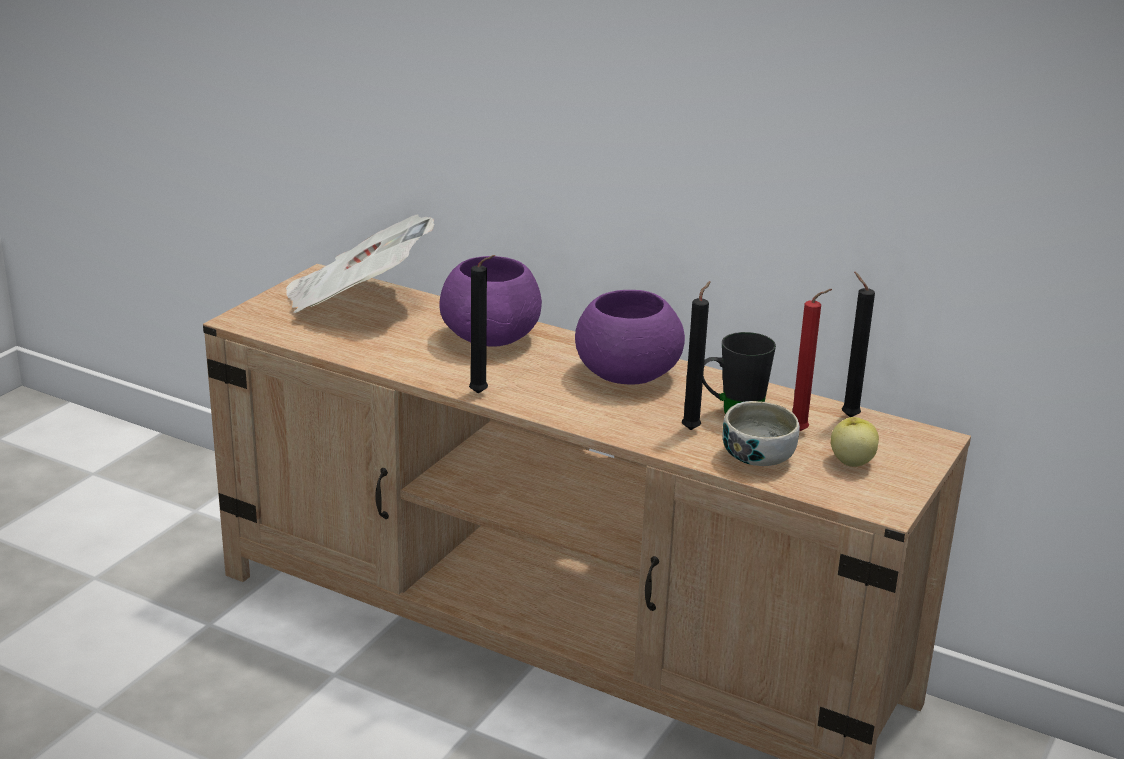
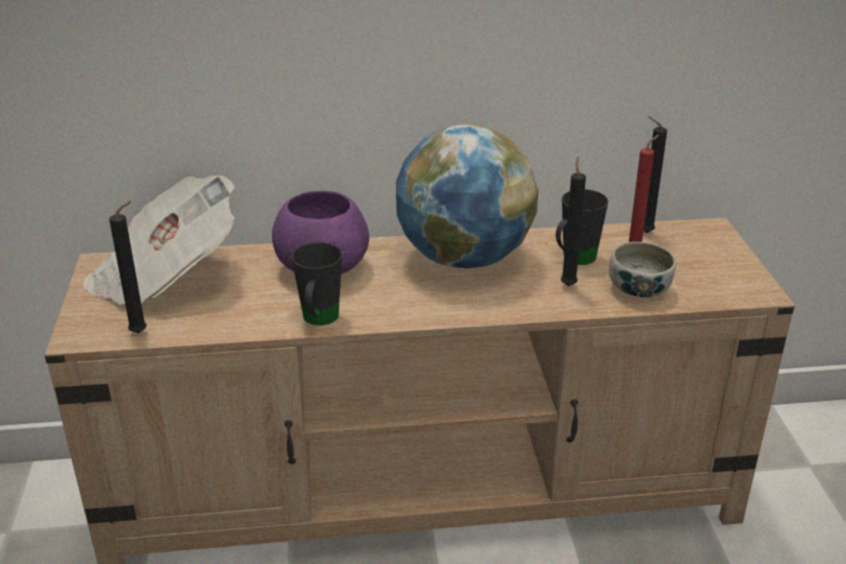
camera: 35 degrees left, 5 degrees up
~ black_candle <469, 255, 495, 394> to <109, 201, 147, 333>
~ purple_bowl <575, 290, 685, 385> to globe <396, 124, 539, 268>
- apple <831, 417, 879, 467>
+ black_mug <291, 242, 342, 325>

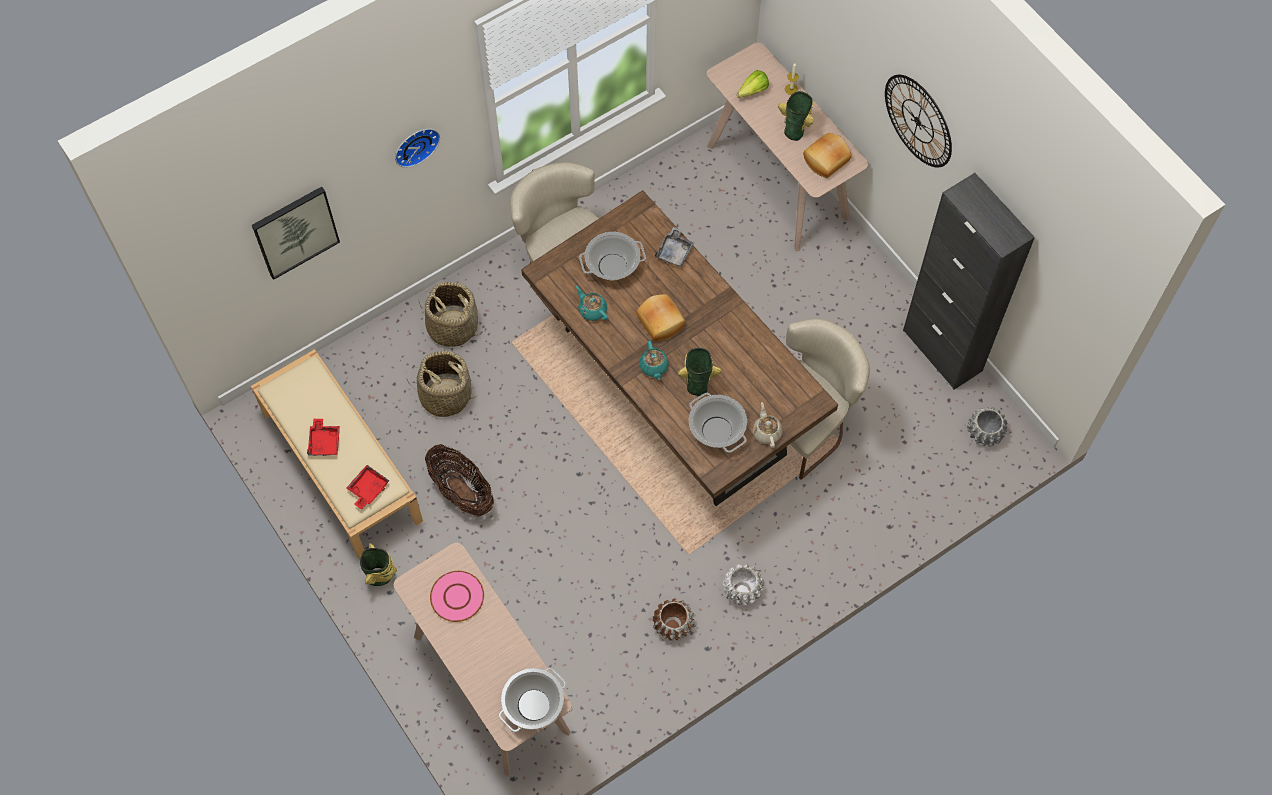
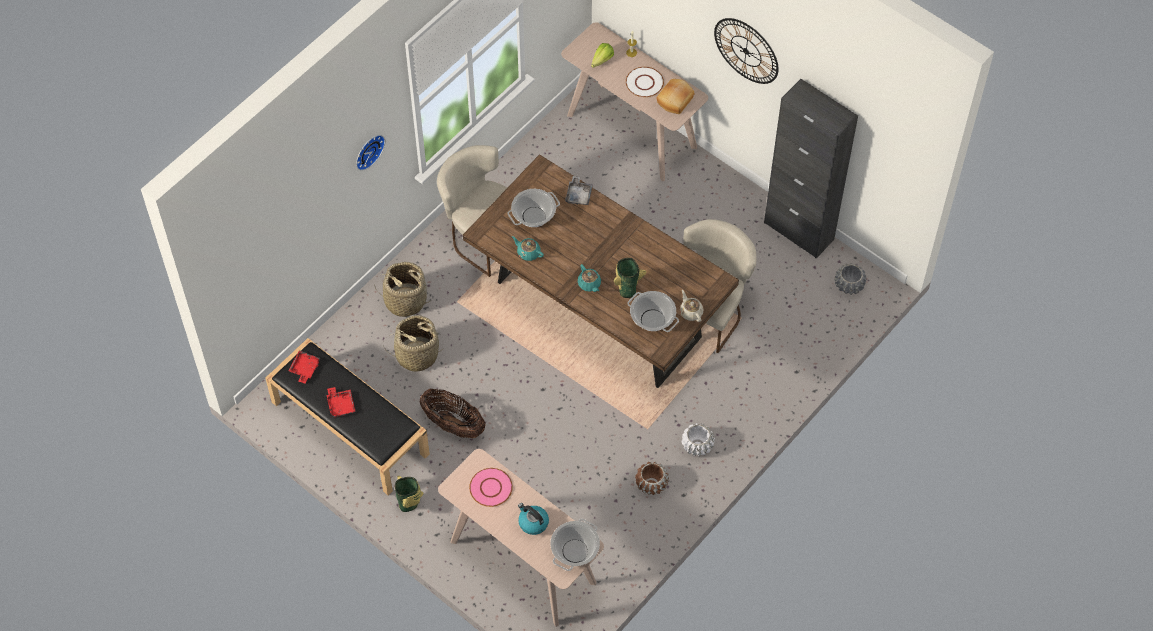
camera: 15 degrees left, 5 degrees down
~ beige_bench <251, 349, 423, 560> to black_bench <265, 338, 430, 495>
- picture <252, 187, 340, 280>
~ red_tray <346, 465, 390, 510> to <288, 351, 320, 383>
- bread <636, 294, 686, 342>
~ vase <778, 91, 814, 141> to white_plate <626, 67, 664, 97>
+ kettle <518, 503, 549, 535>

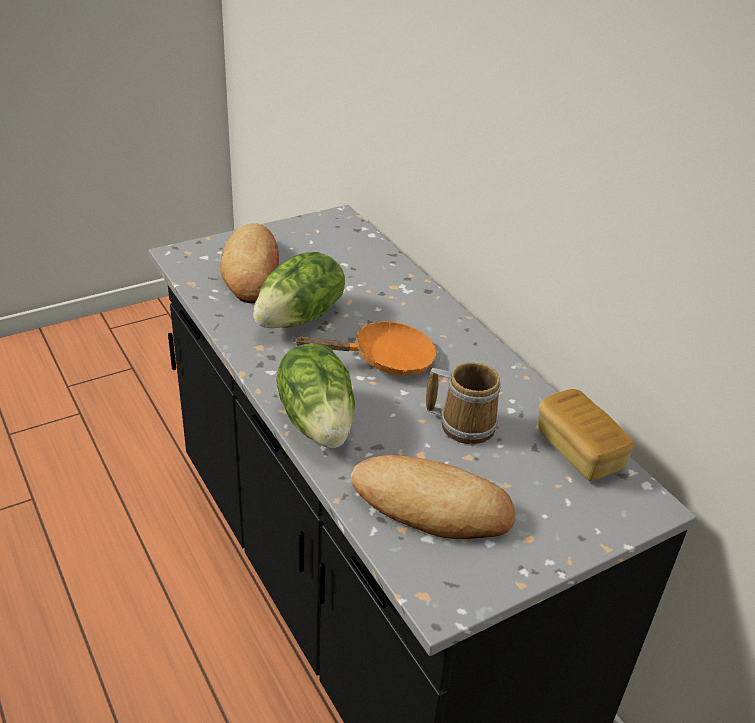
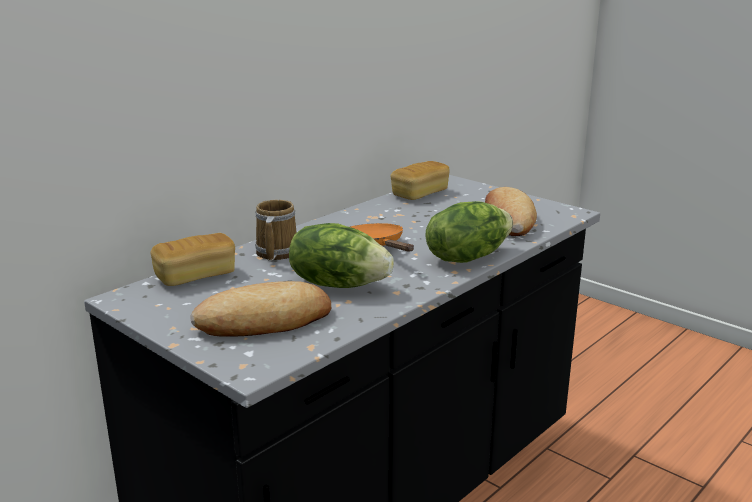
camera: 105 degrees left, 15 degrees down
~ mug <426, 362, 501, 444> to <255, 200, 297, 261>
+ bread <151, 233, 235, 286>

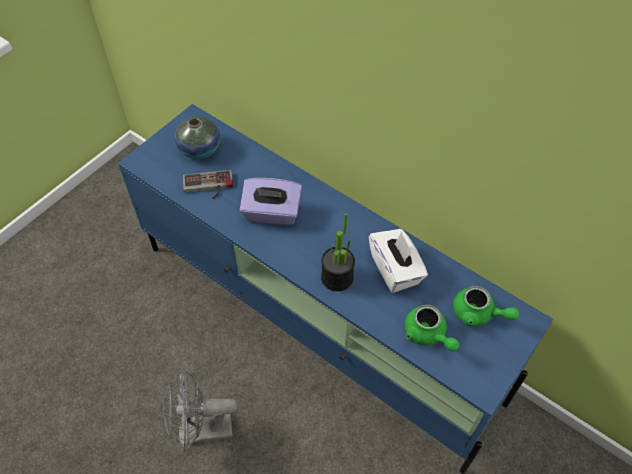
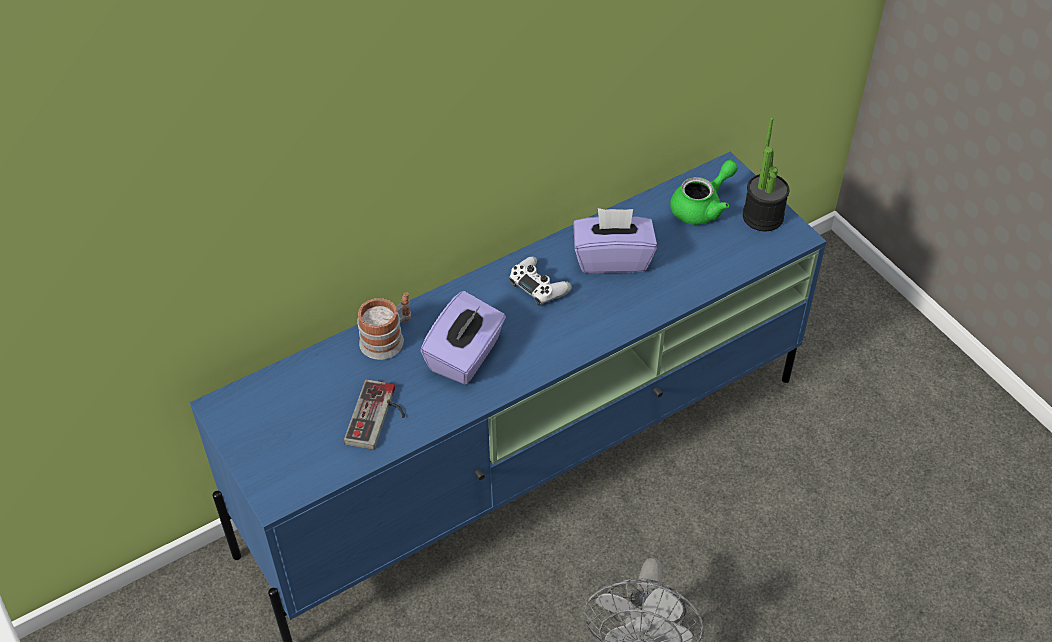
camera: 70 degrees left, 5 degrees down
- vase <174, 117, 220, 159>
~ potted_plant <321, 213, 355, 291> to <743, 118, 789, 231>
~ white_tissue_box <369, 229, 428, 293> to purple_tissue_box <573, 208, 657, 273>
- green_teapot <404, 305, 460, 352>
+ mug <357, 292, 411, 360>
+ white_game_controller <509, 256, 572, 306>

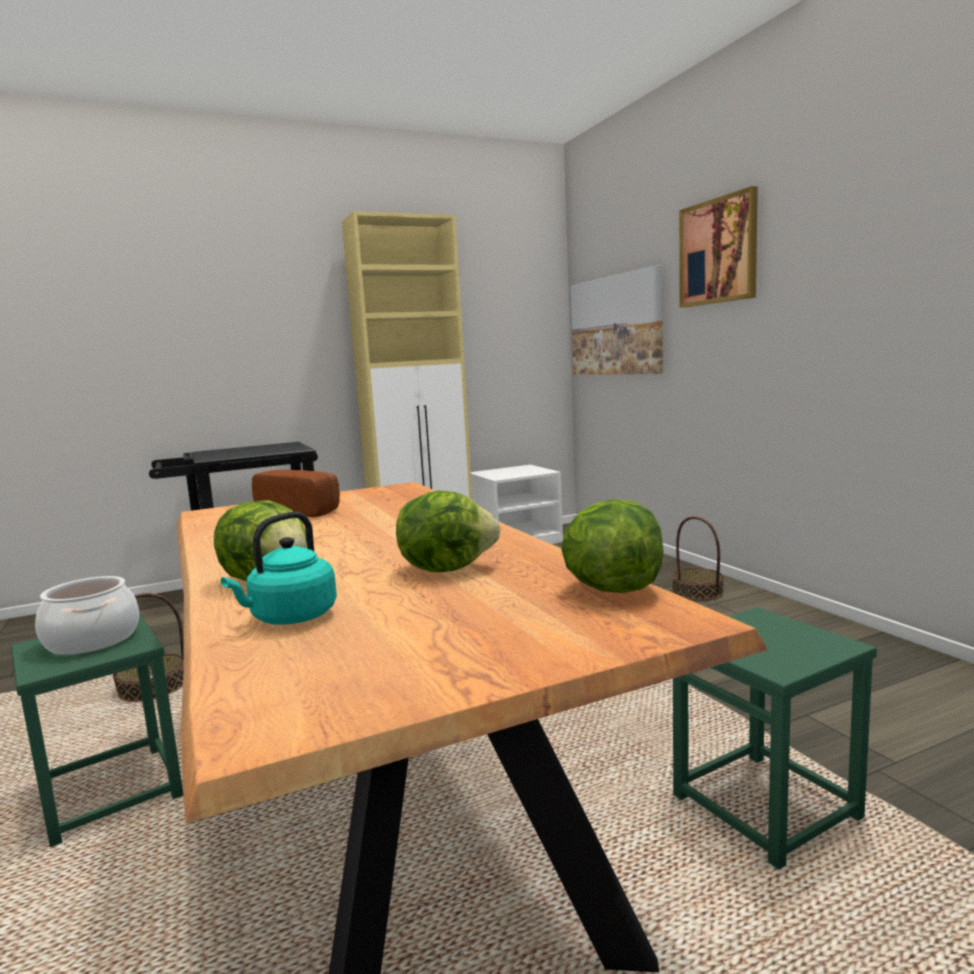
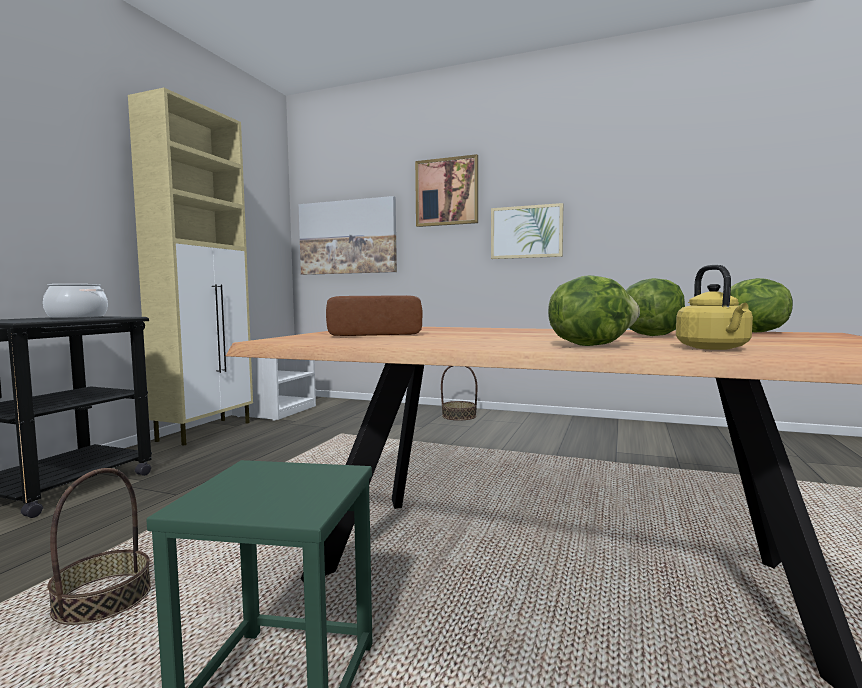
camera: 45 degrees left, 5 degrees down
~ cooking_pot <35, 576, 139, 655> to <43, 284, 108, 318>
~ turquoise_kettle <221, 512, 337, 625> to yellow_kettle <676, 265, 753, 350>
- green_stool <673, 607, 877, 869>
+ picture <491, 203, 563, 259>

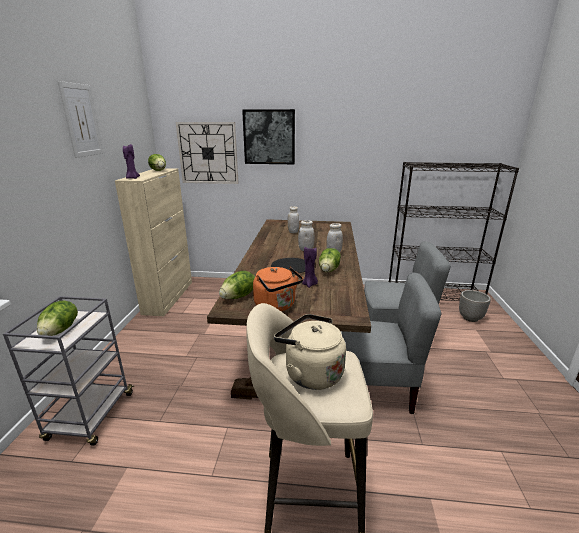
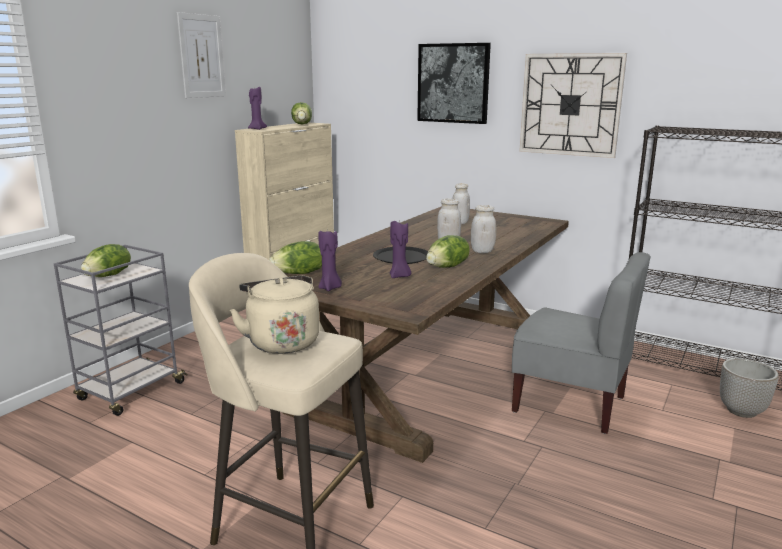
camera: 25 degrees right, 5 degrees down
~ wall_clock <176, 122, 239, 184> to <519, 53, 627, 158>
~ orange_kettle <253, 266, 303, 311> to purple_candle <318, 230, 342, 291>
- grey_chair <341, 273, 441, 414>

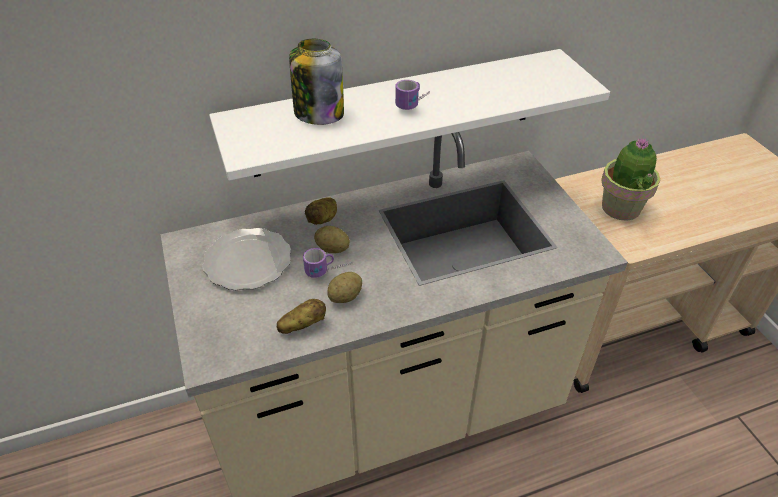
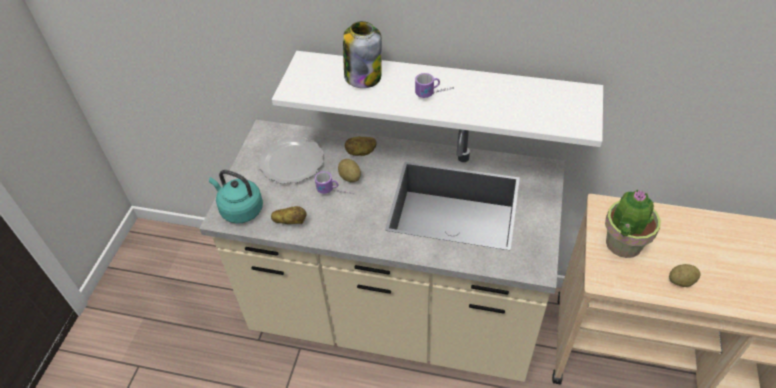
camera: 35 degrees right, 5 degrees up
~ potato <327, 272, 362, 303> to <669, 264, 701, 287>
+ turquoise_kettle <209, 170, 263, 223>

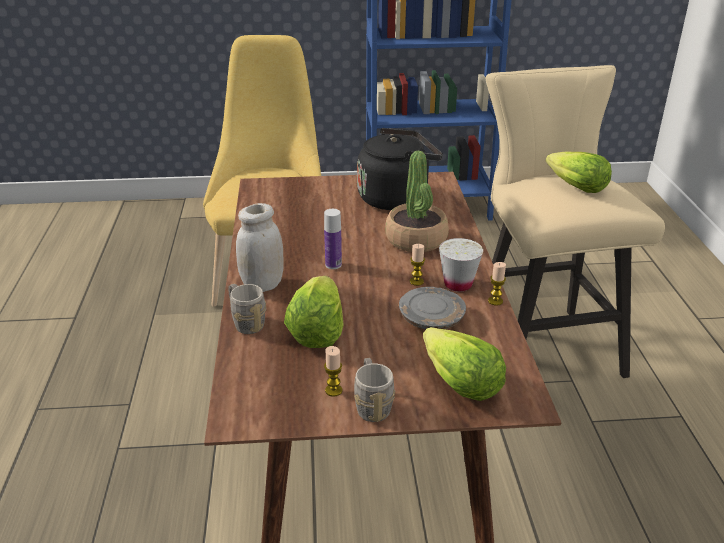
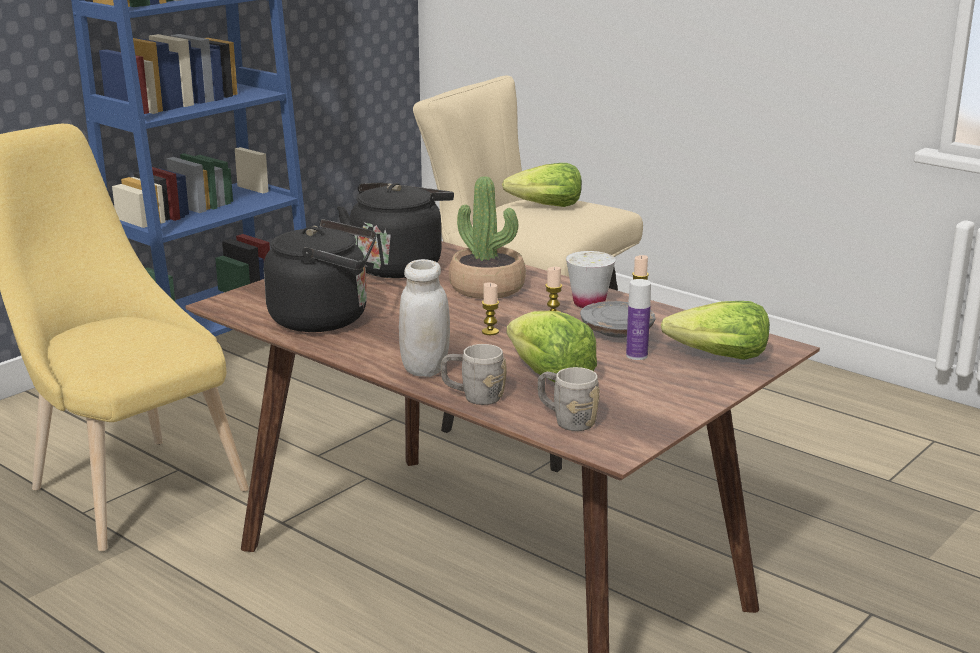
camera: 45 degrees left, 10 degrees down
~ bottle <324, 209, 342, 269> to <626, 279, 651, 360>
~ candle <324, 346, 343, 397> to <482, 283, 499, 335>
~ grey_mug <354, 358, 395, 422> to <537, 367, 600, 431>
+ black_kettle <264, 219, 376, 332>

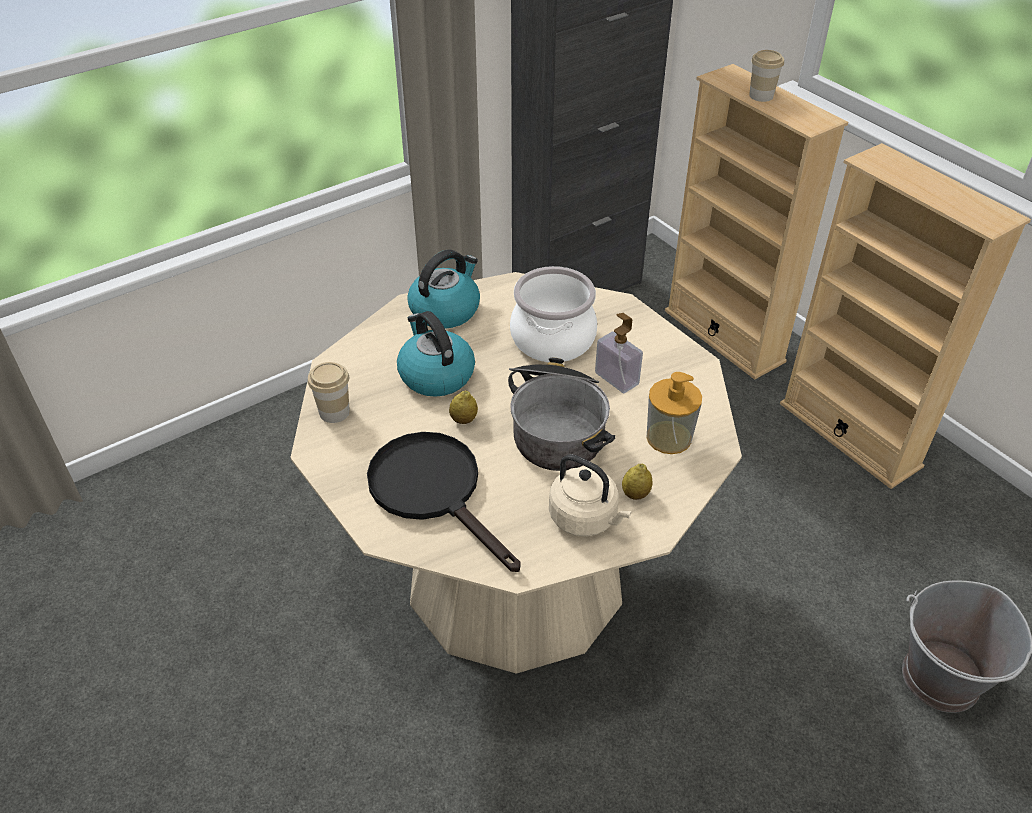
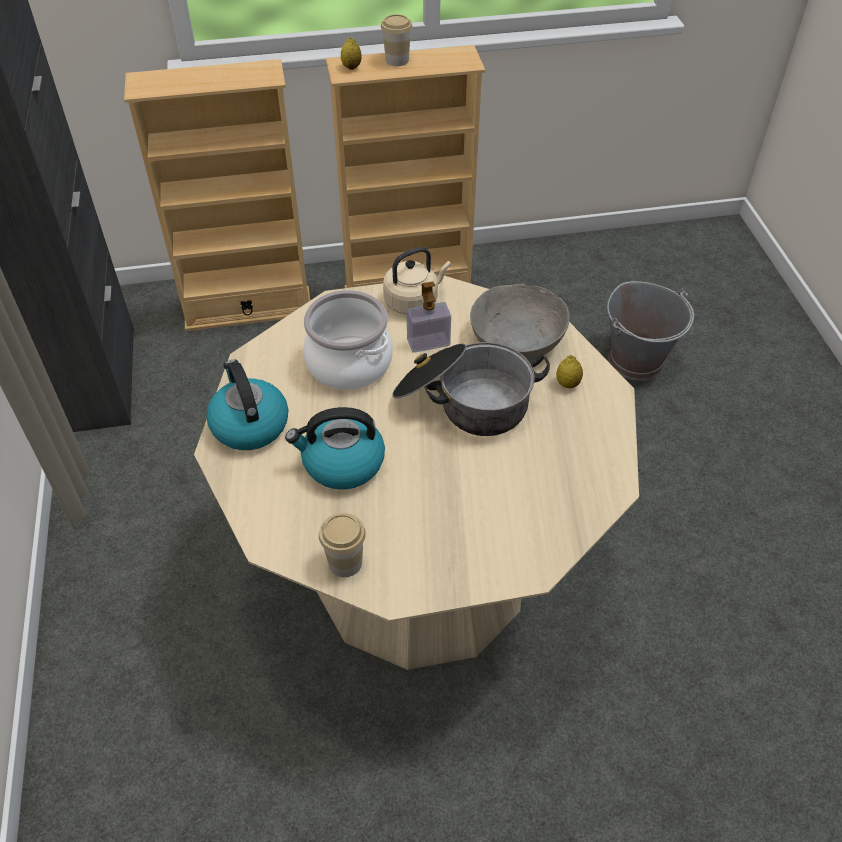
camera: 65 degrees left, 5 degrees up
- black_frying_pan <367, 432, 521, 572>
~ lemon <449, 391, 478, 424> to <341, 38, 362, 70>
~ beige_kettle <549, 454, 632, 537> to <383, 247, 451, 314>
~ soap_dispenser <646, 372, 702, 454> to grey_bowl <470, 284, 569, 360>
~ cup <749, 50, 784, 102> to <381, 14, 412, 66>

